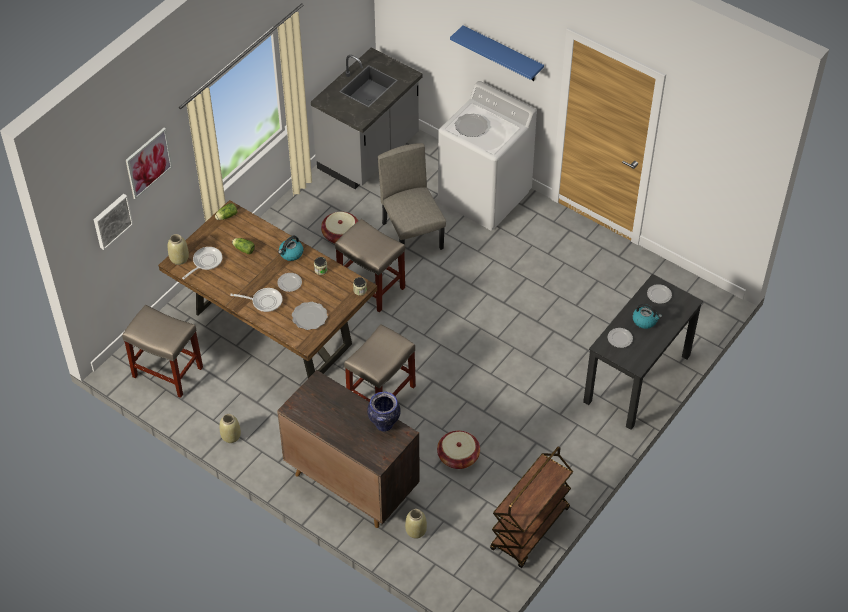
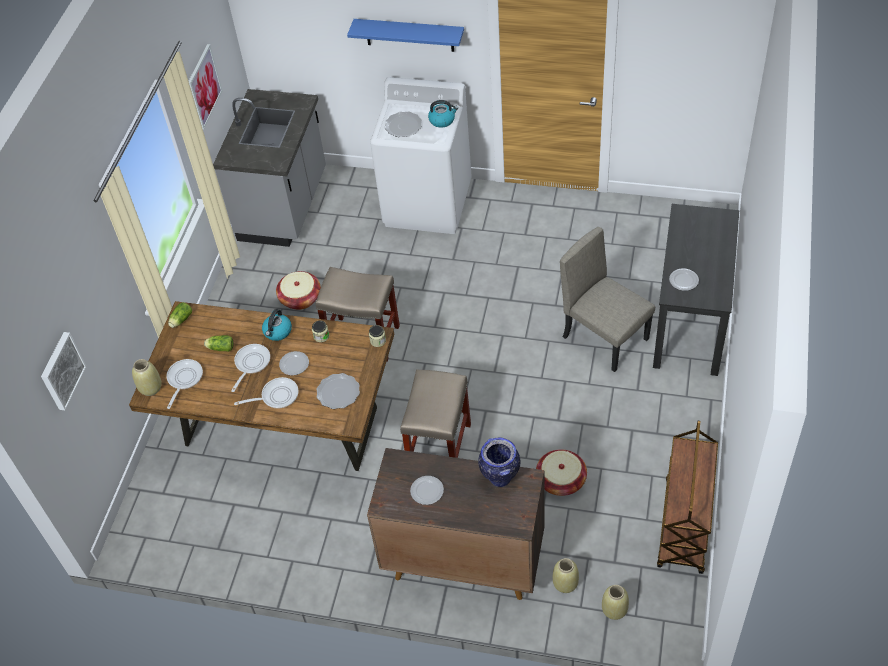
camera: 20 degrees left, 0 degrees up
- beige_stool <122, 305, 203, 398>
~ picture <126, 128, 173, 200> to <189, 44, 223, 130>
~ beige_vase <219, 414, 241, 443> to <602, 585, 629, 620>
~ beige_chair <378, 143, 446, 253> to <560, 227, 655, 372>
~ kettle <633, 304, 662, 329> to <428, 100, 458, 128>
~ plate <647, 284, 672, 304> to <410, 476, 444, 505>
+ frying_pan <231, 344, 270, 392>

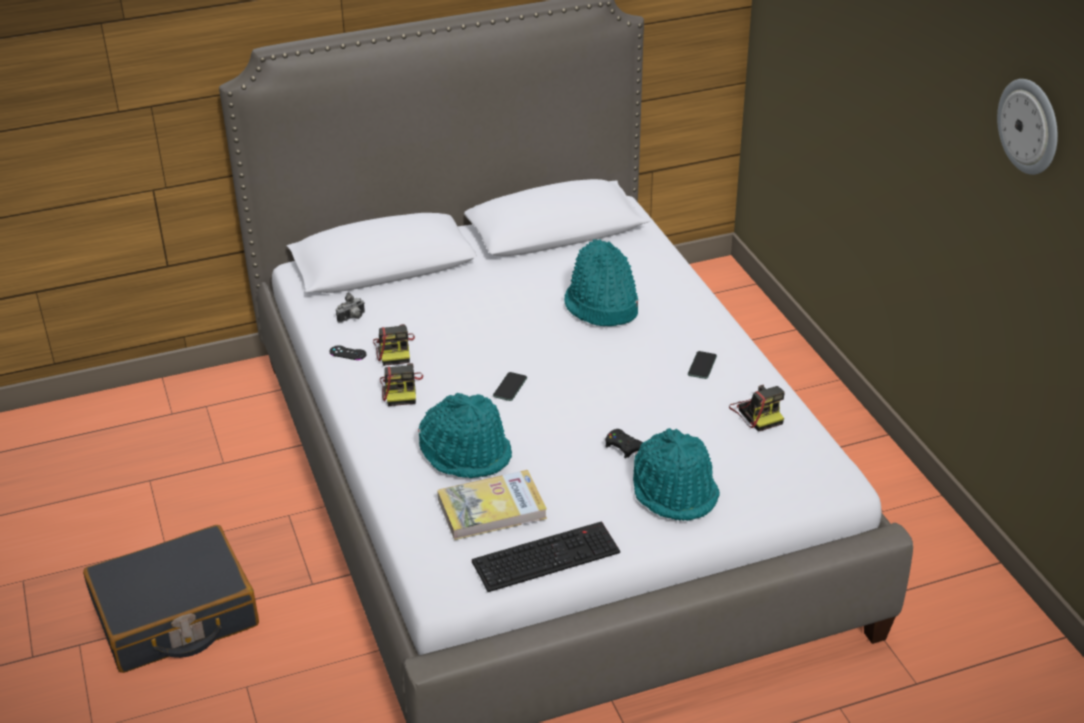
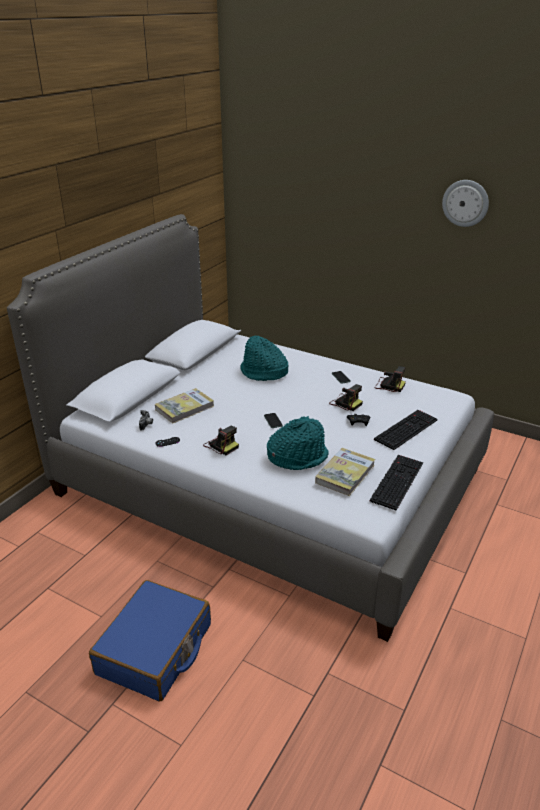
camera: 40 degrees left, 5 degrees down
~ black_suitcase <83, 525, 259, 673> to blue_suitcase <89, 580, 211, 702>
~ photo_camera <373, 324, 415, 366> to <329, 384, 363, 411>
~ turquoise_hat <633, 428, 720, 521> to keyboard <374, 410, 438, 450>
+ book <155, 388, 214, 423>

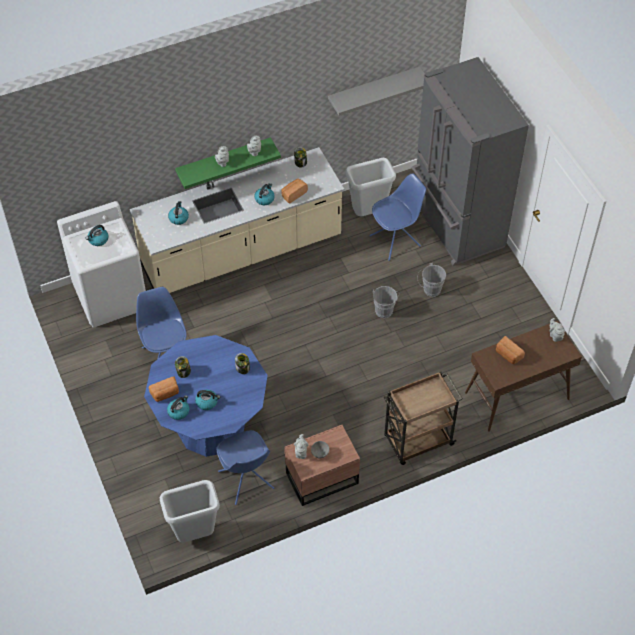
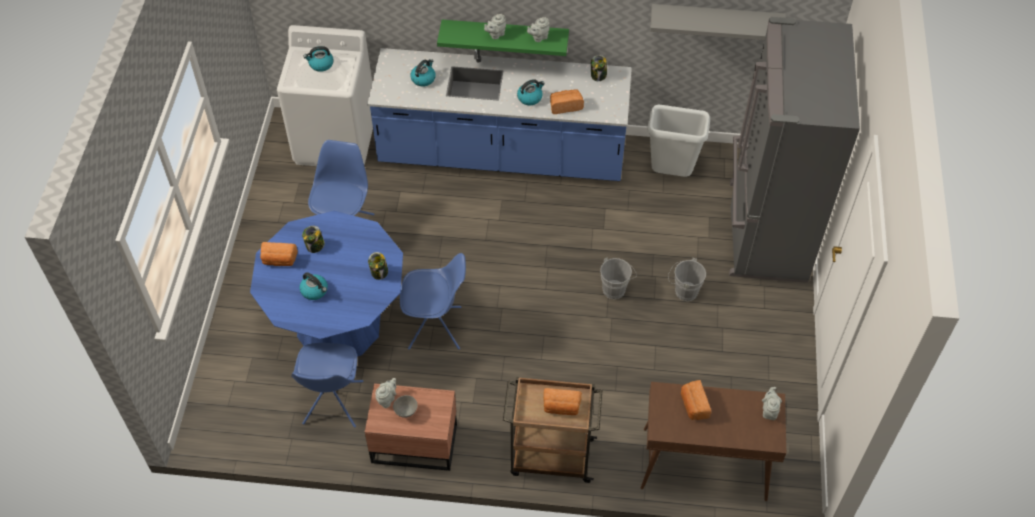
camera: 30 degrees right, 0 degrees up
~ beige_counter <130, 147, 344, 293> to blue_counter <367, 48, 632, 181>
- grey_trash_can <160, 480, 220, 543>
- kettle <167, 395, 189, 420>
~ blue_chair <370, 173, 426, 261> to <400, 253, 466, 350>
+ bread <543, 388, 582, 415>

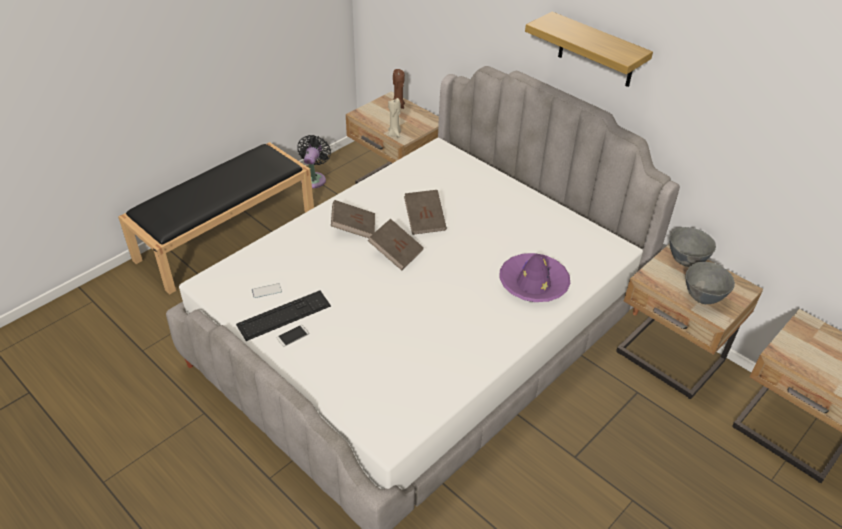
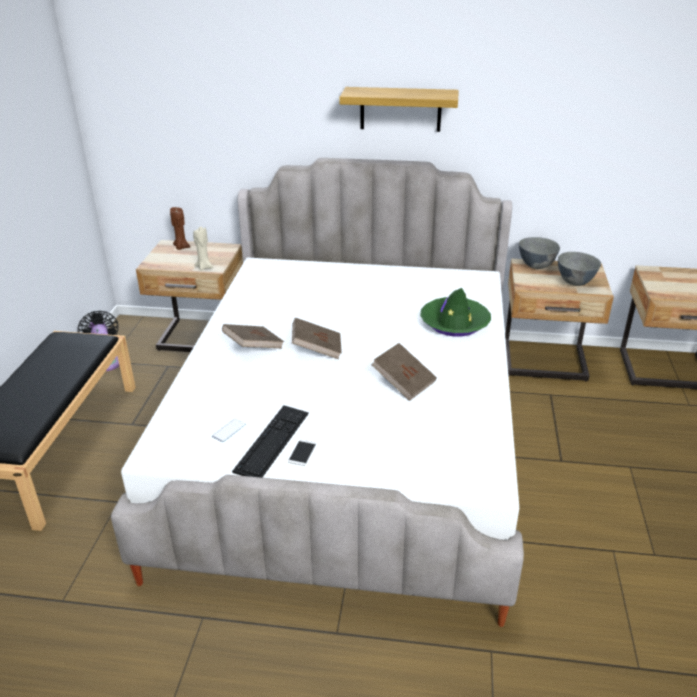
camera: 35 degrees left, 10 degrees down
~ brown_book <404, 190, 447, 235> to <371, 343, 437, 401>
~ purple_hat <500, 253, 570, 302> to green_hat <420, 288, 491, 337>

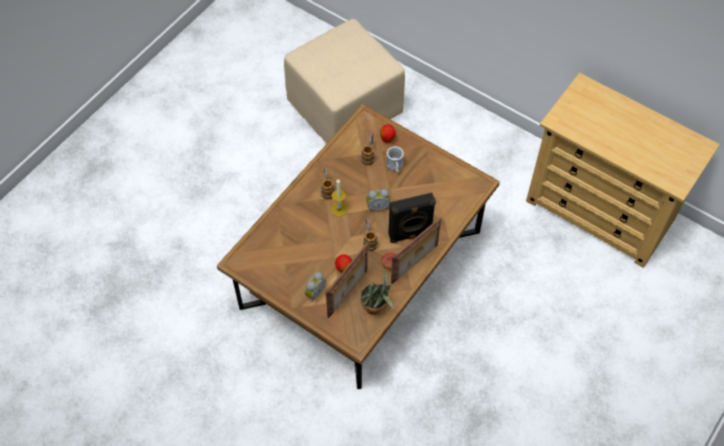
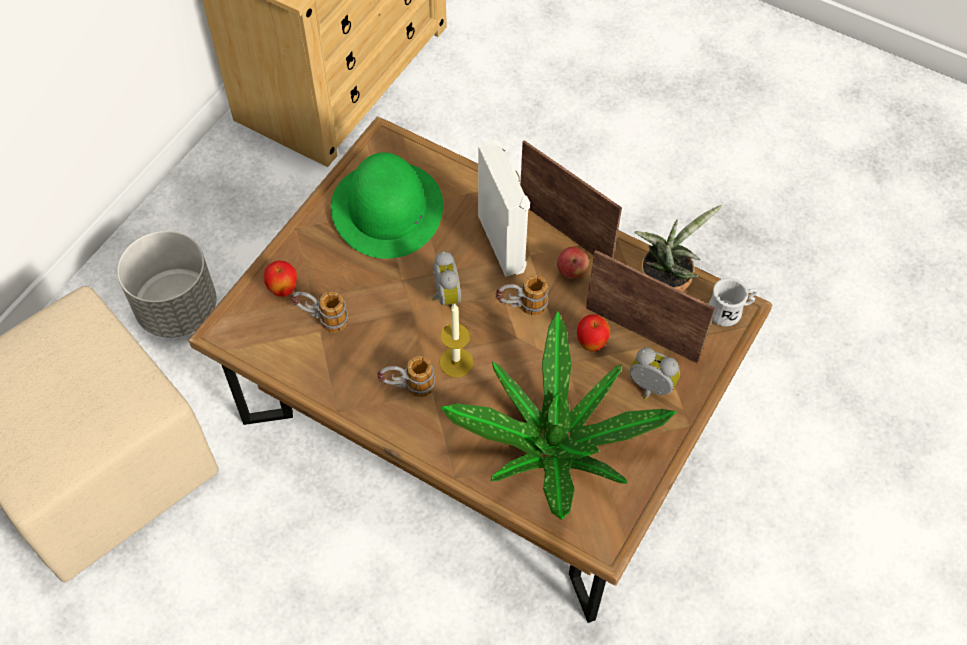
camera: 95 degrees left, 0 degrees up
~ white_mug <386, 146, 404, 173> to <708, 278, 758, 326>
~ black_speaker <388, 193, 436, 243> to white_speaker <478, 140, 530, 277>
+ grey_planter <117, 231, 217, 338>
+ green_hat <331, 152, 443, 259>
+ potted_plant <440, 311, 676, 520>

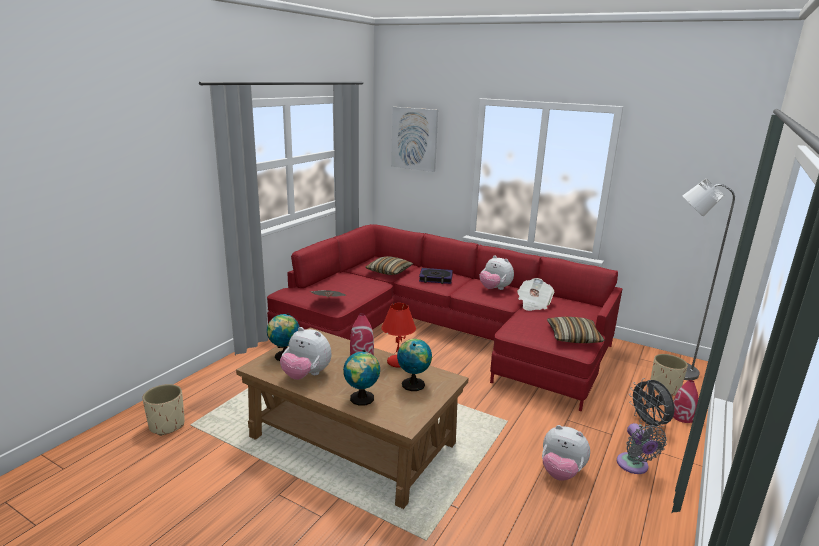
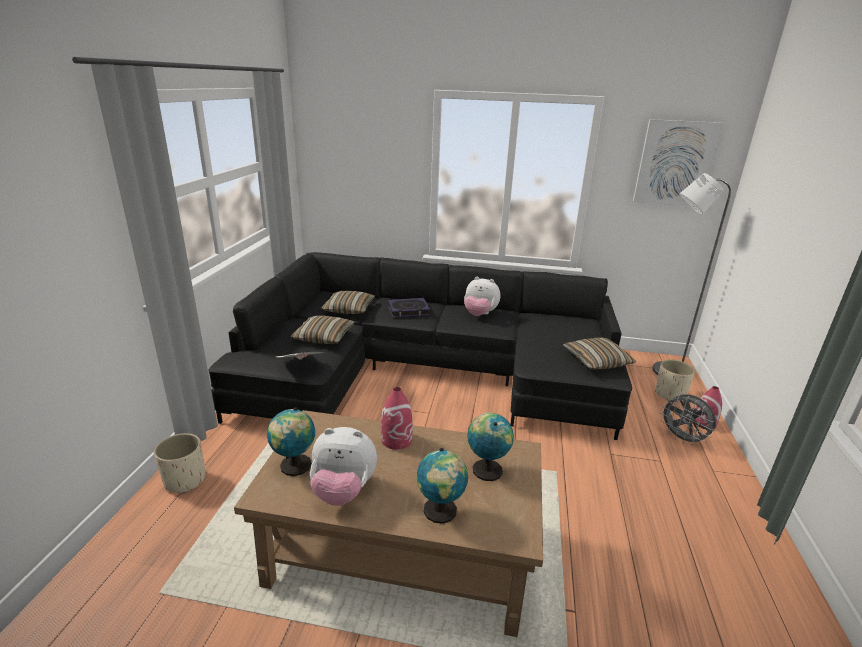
camera: 20 degrees left, 5 degrees up
~ beige_planter <142, 384, 185, 436> to <154, 433, 206, 494>
~ red_sofa <267, 224, 622, 411> to black_sofa <208, 252, 632, 440>
- red_table_lamp <381, 303, 416, 367>
~ picture <391, 107, 438, 172> to <633, 119, 724, 206>
- newspaper <517, 278, 554, 311>
- plush_toy <542, 425, 590, 481>
- grey_fan <617, 423, 667, 474>
+ pillow <291, 316, 355, 344>

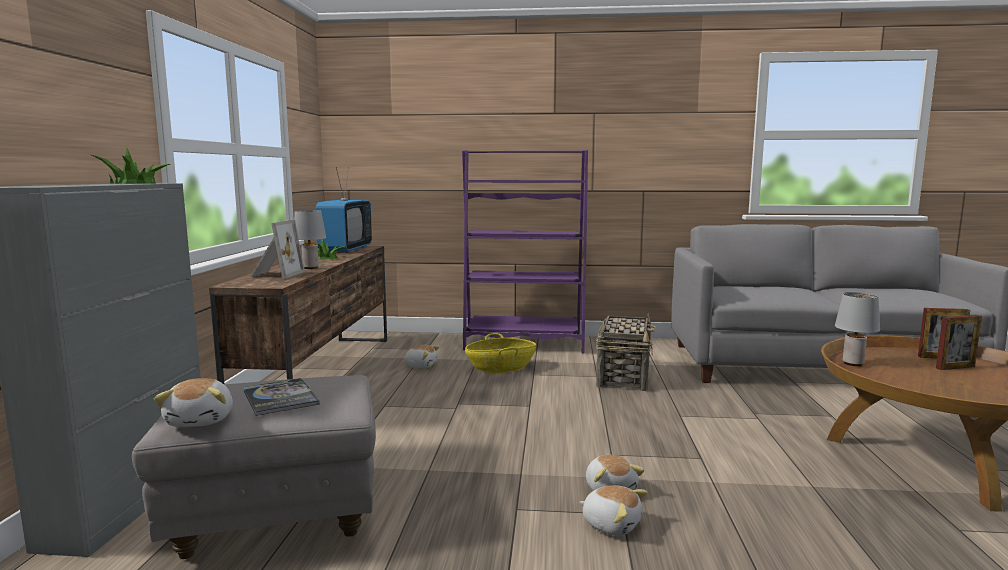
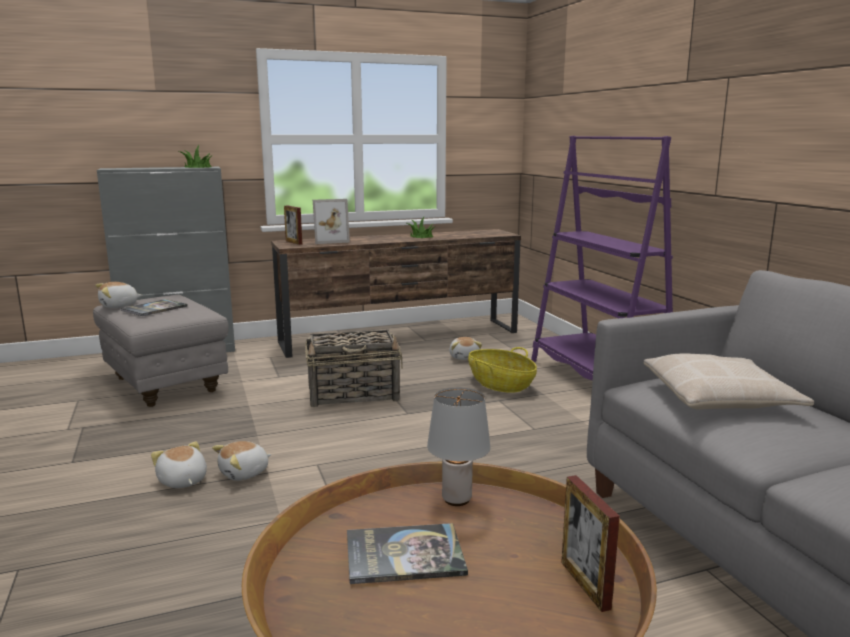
camera: 65 degrees right, 5 degrees up
- grey_table_lamp <294, 210, 326, 269>
- television <315, 167, 372, 253>
~ plush_toy <579, 485, 648, 536> = <151, 441, 207, 488> 135 degrees clockwise
~ basket <596, 313, 657, 391> to <305, 330, 403, 407>
~ picture_frame <936, 315, 982, 370> to <284, 205, 302, 245>
+ book <347, 523, 468, 584>
+ beige_pillow <644, 353, 814, 410>

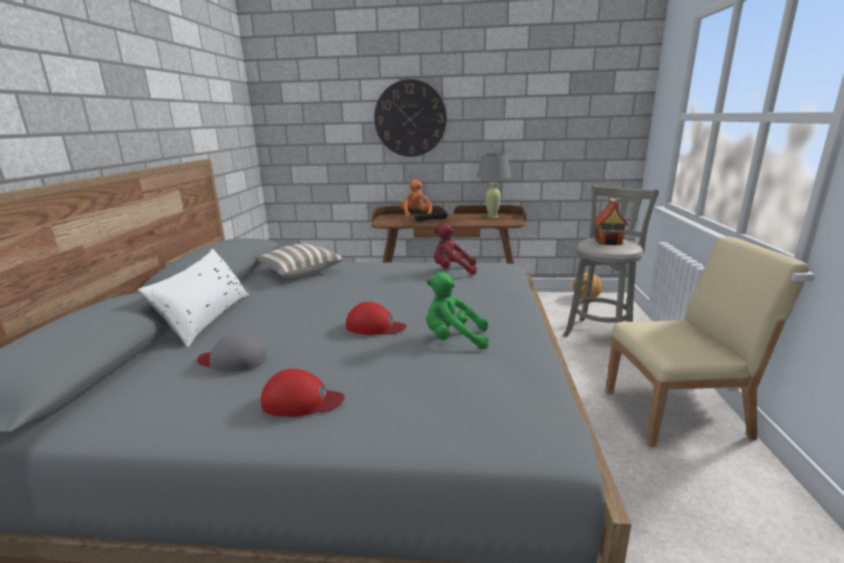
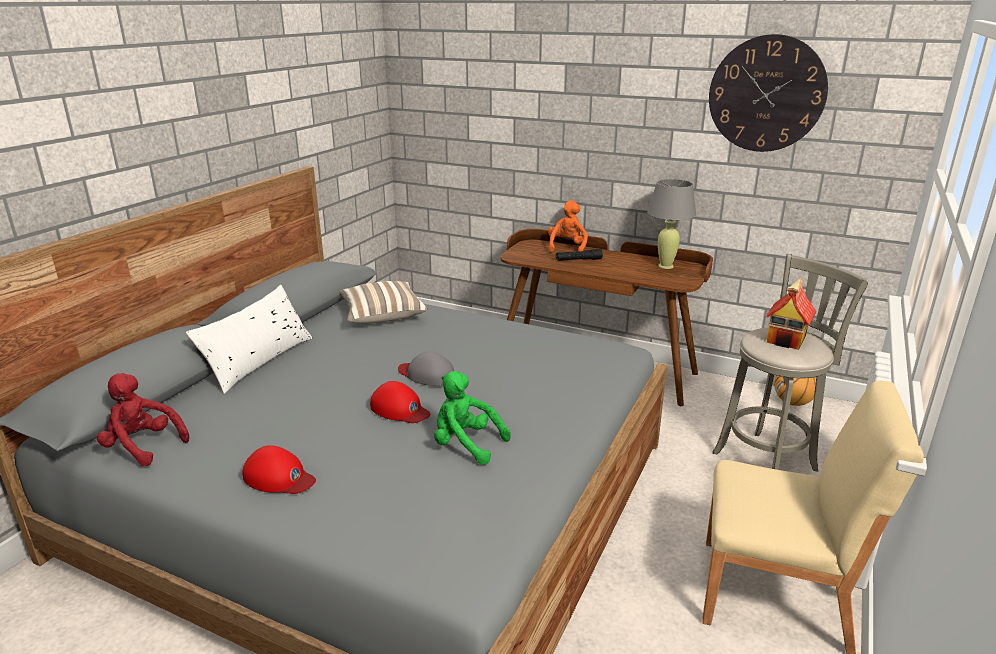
camera: 20 degrees right, 5 degrees up
~ grey_cap <197, 333, 267, 372> to <398, 351, 454, 386>
~ wall_clock <374, 79, 447, 157> to <709, 34, 828, 152>
~ red_plush_toy <434, 223, 477, 275> to <97, 373, 189, 466>

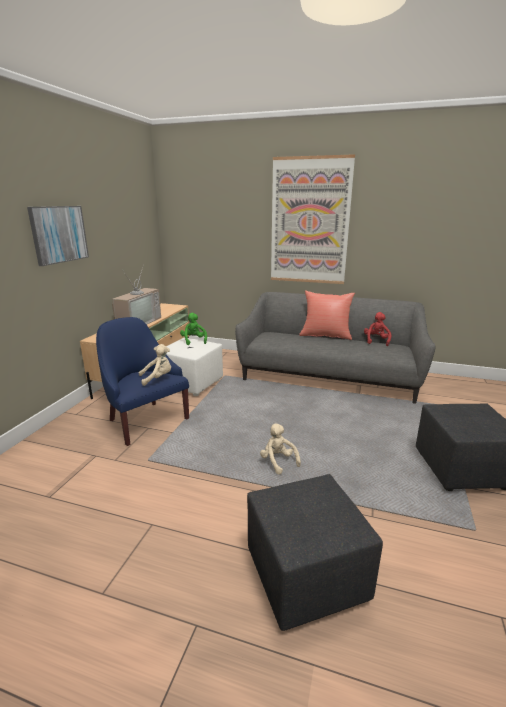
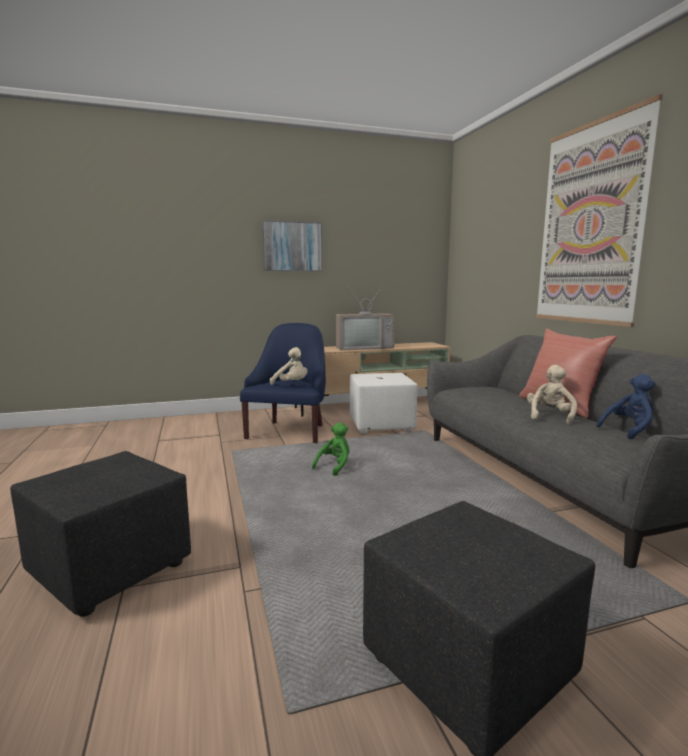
camera: 55 degrees right, 10 degrees down
~ green_plush_toy <180, 313, 207, 345> to <312, 422, 349, 476>
~ beige_plush_toy <260, 424, 301, 475> to <527, 365, 577, 425>
~ red_plush_toy <364, 312, 391, 346> to blue_plush_toy <596, 374, 656, 439>

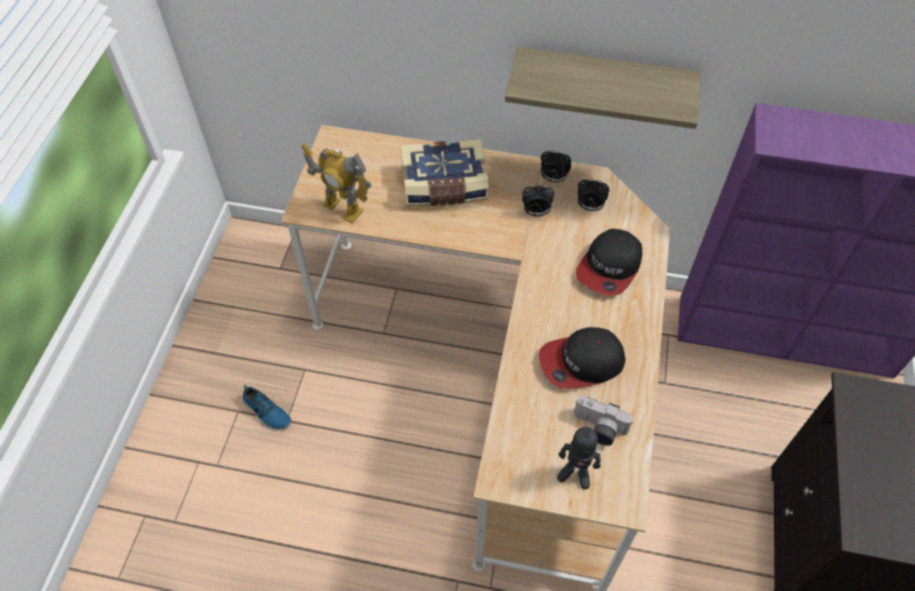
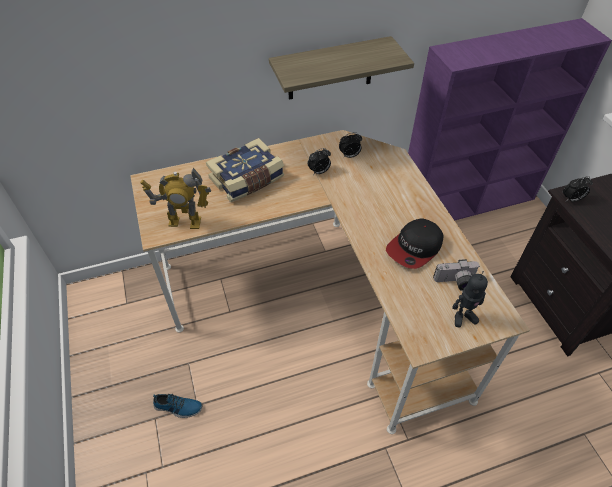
camera: 30 degrees left, 5 degrees down
~ alarm_clock <541, 150, 571, 182> to <563, 176, 593, 202>
- cap <576, 229, 642, 296>

